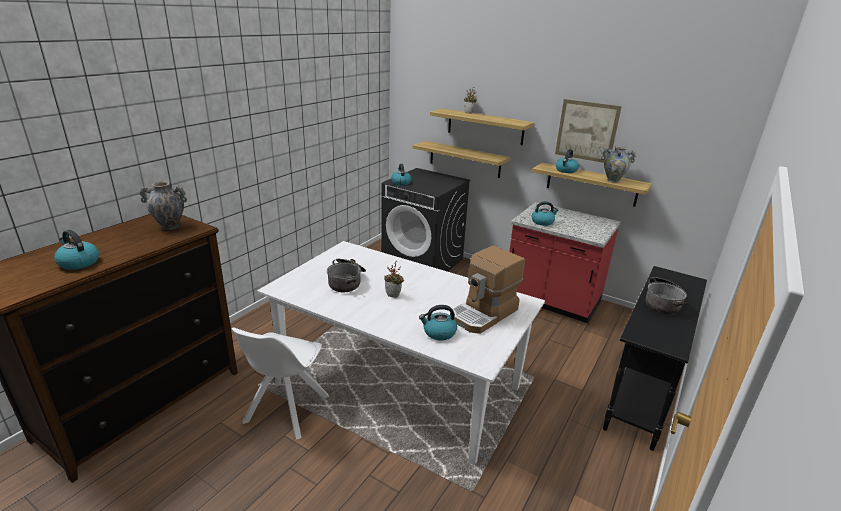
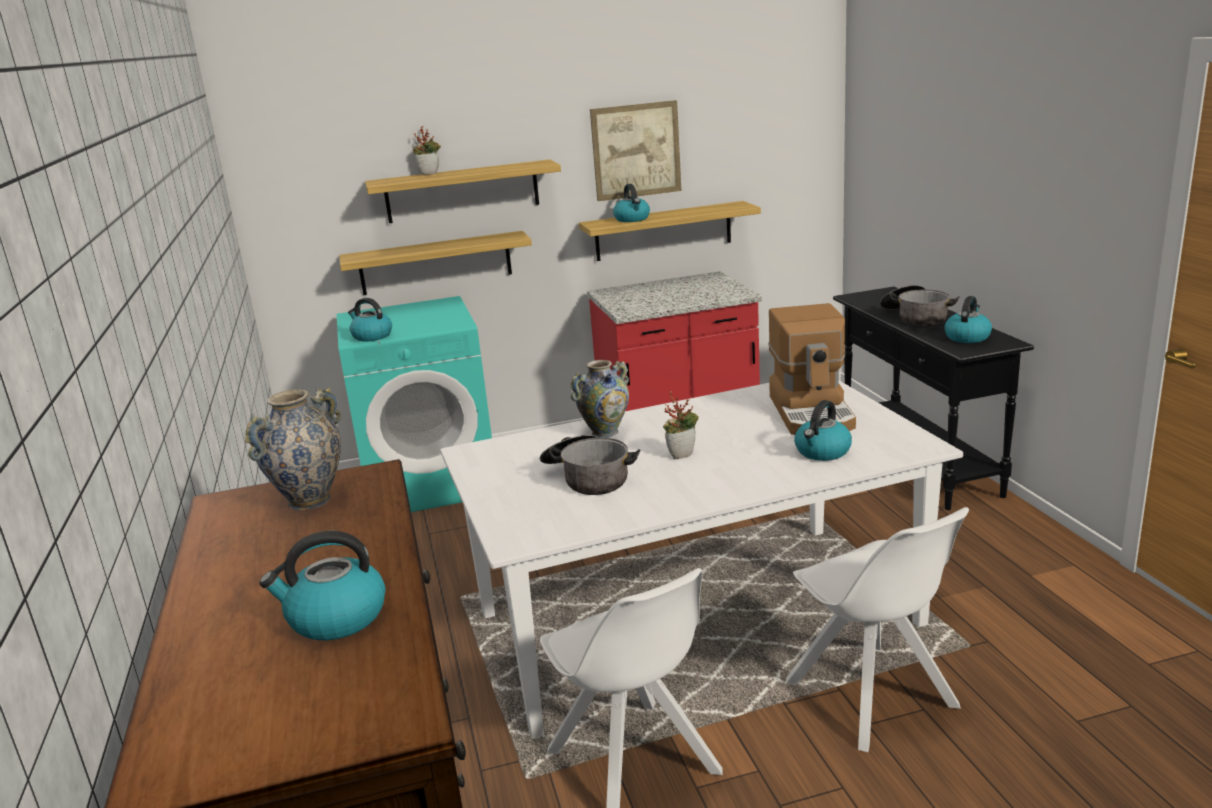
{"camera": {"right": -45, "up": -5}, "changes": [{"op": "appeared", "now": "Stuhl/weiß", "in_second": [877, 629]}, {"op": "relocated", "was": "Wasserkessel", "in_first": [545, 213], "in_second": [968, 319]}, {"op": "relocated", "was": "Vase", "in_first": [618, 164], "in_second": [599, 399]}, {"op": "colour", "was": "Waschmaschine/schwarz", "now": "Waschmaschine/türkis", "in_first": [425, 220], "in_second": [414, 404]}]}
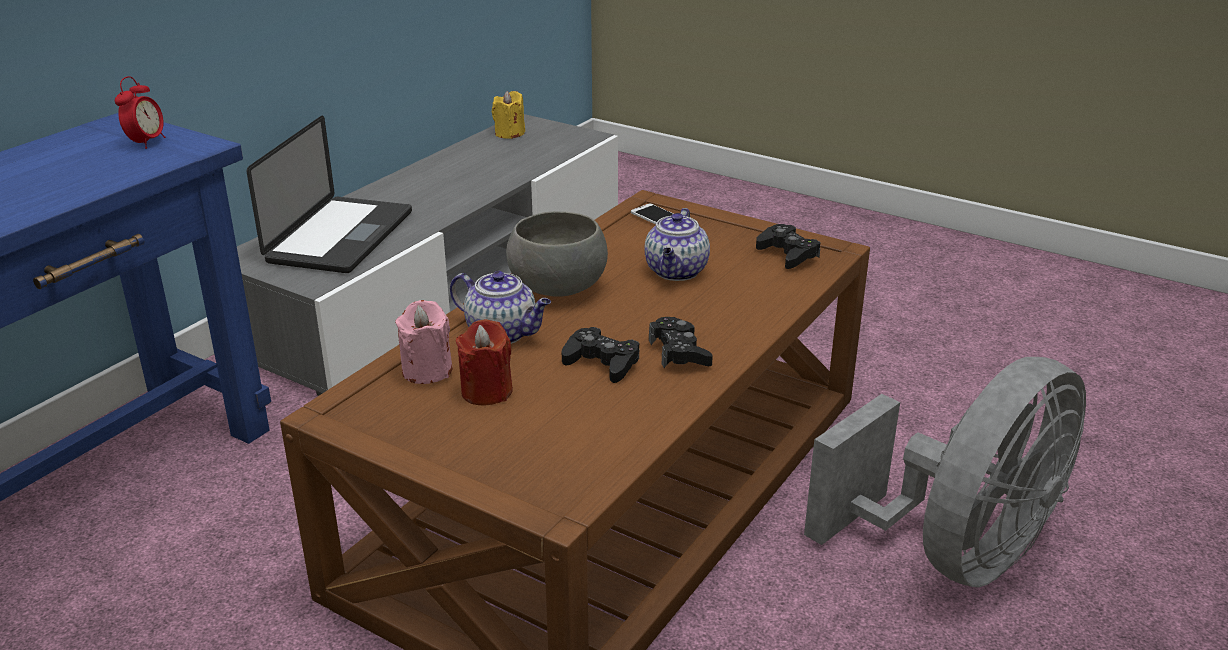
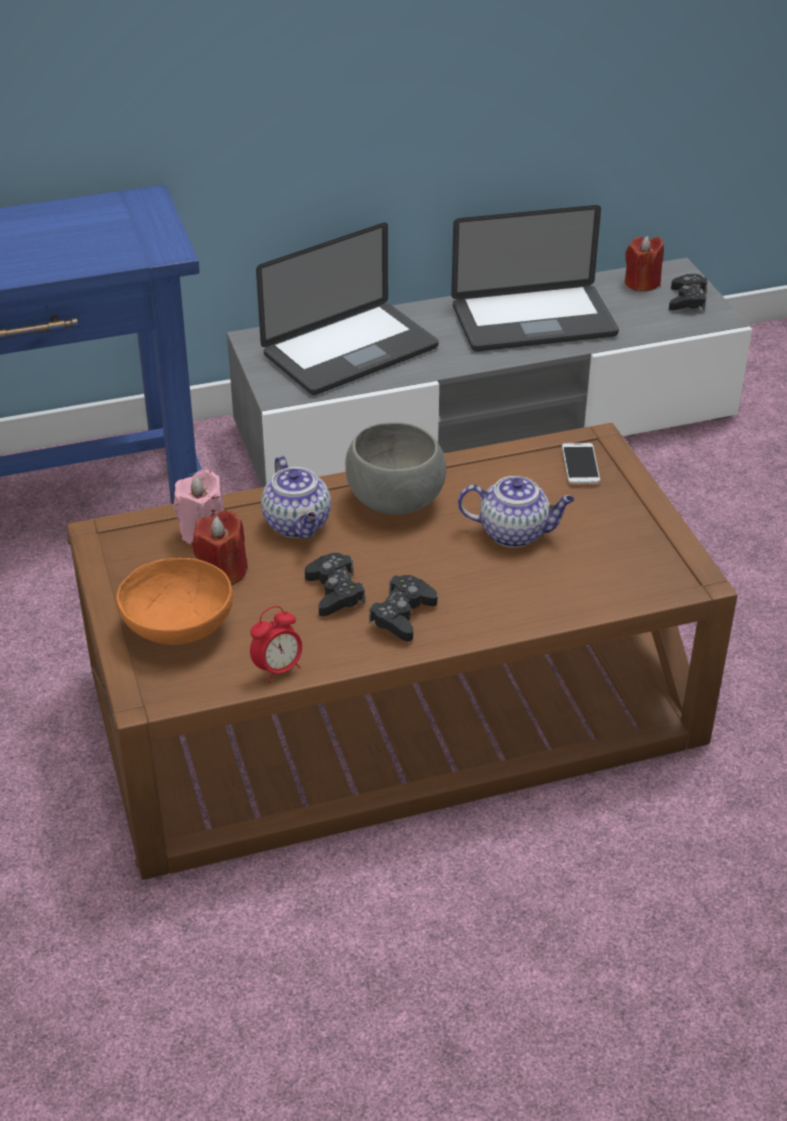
{"camera": {"right": 40, "up": 10}, "changes": [{"op": "missing", "was": "Ventilator/grau", "in_first": [945, 472]}, {"op": "appeared", "now": "Schüssel/orange", "in_second": [174, 601]}, {"op": "appeared", "now": "Laptop", "in_second": [535, 278]}, {"op": "relocated", "was": "Wecker", "in_first": [140, 112], "in_second": [276, 644]}, {"op": "relocated", "was": "Gamepad/schwarz", "in_first": [788, 246], "in_second": [688, 293]}, {"op": "colour", "was": "Kerze/gelb", "now": "Kerze/rot", "in_first": [508, 115], "in_second": [644, 263]}, {"op": "spun", "was": "Teekanne", "in_first": [677, 244], "in_second": [516, 512], "clockwise": -135}]}
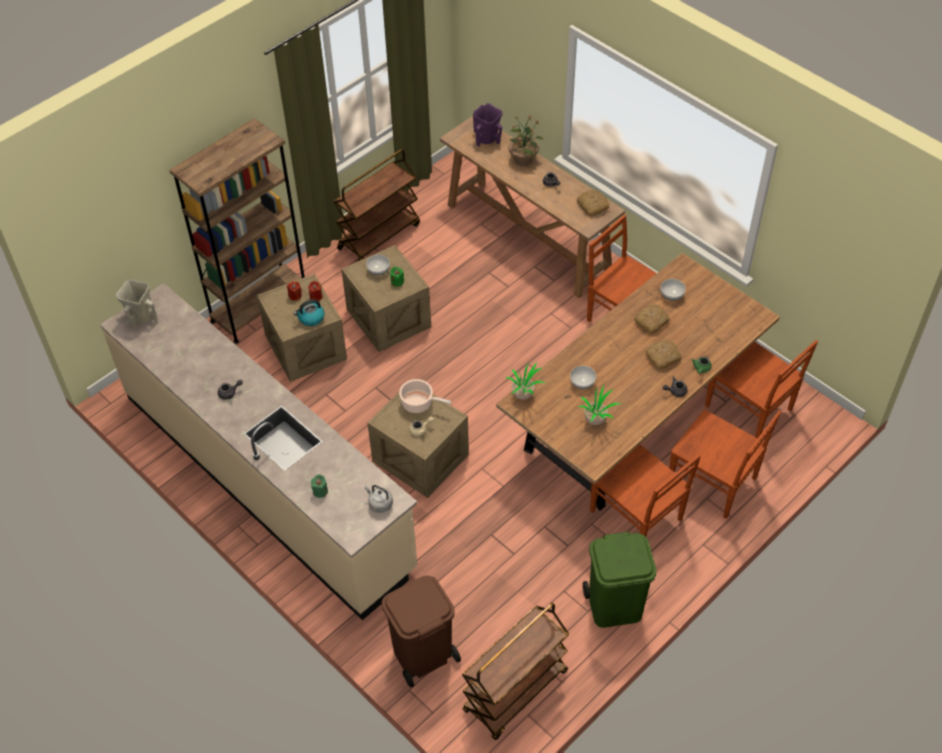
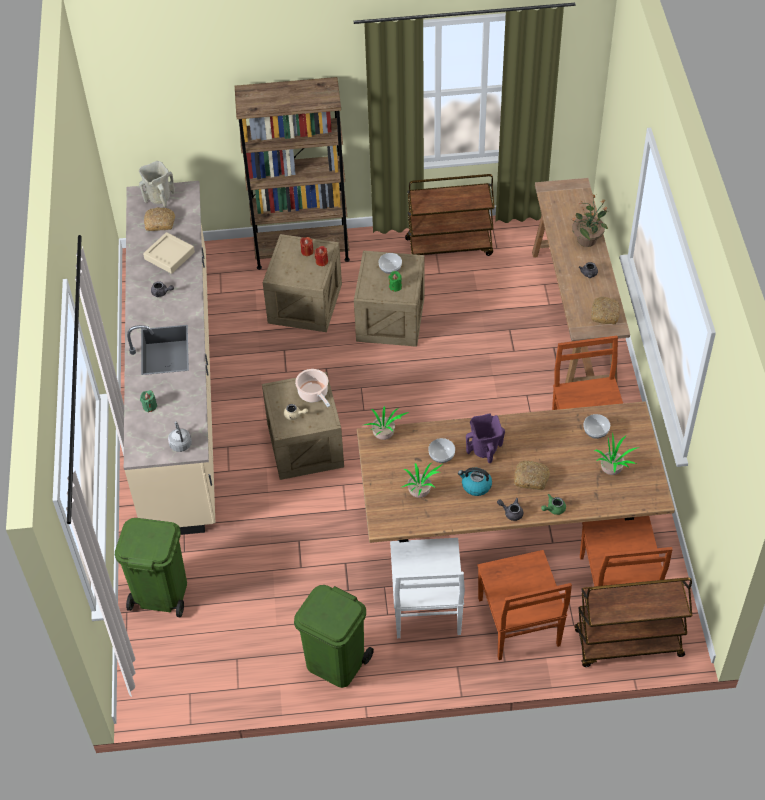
{"camera": {"right": 40, "up": 0}, "changes": [{"op": "appeared", "now": "Tablett/beige", "in_second": [169, 253]}, {"op": "appeared", "now": "Topfpflanze", "in_second": [617, 454]}, {"op": "relocated", "was": "Wasserkessel", "in_first": [308, 312], "in_second": [475, 481]}, {"op": "relocated", "was": "Rollwagen/braun", "in_first": [515, 671], "in_second": [633, 622]}, {"op": "relocated", "was": "Vase/lila", "in_first": [488, 125], "in_second": [485, 438]}, {"op": "relocated", "was": "Brot", "in_first": [652, 319], "in_second": [159, 219]}, {"op": "colour", "was": "Mülleimer/braun", "now": "Mülleimer/grün", "in_first": [421, 631], "in_second": [151, 567]}, {"op": "colour", "was": "Stuhl/braun", "now": "Stuhl/weiß", "in_first": [645, 490], "in_second": [427, 588]}]}
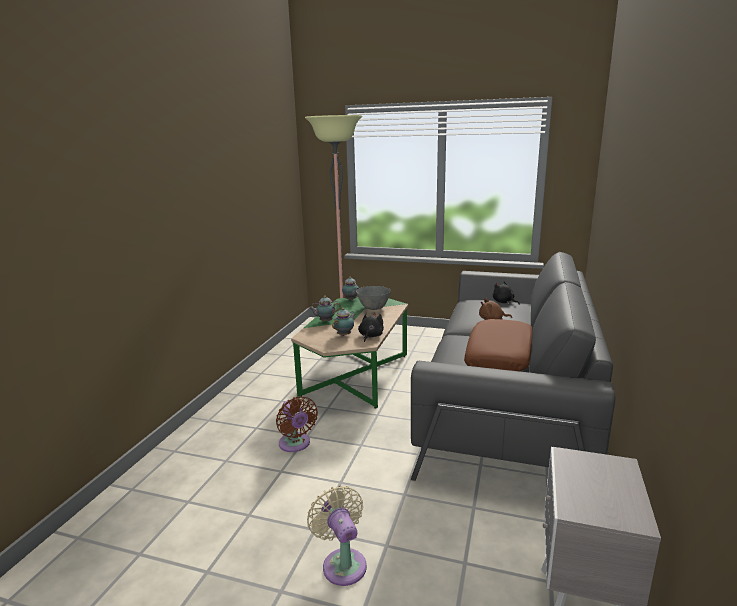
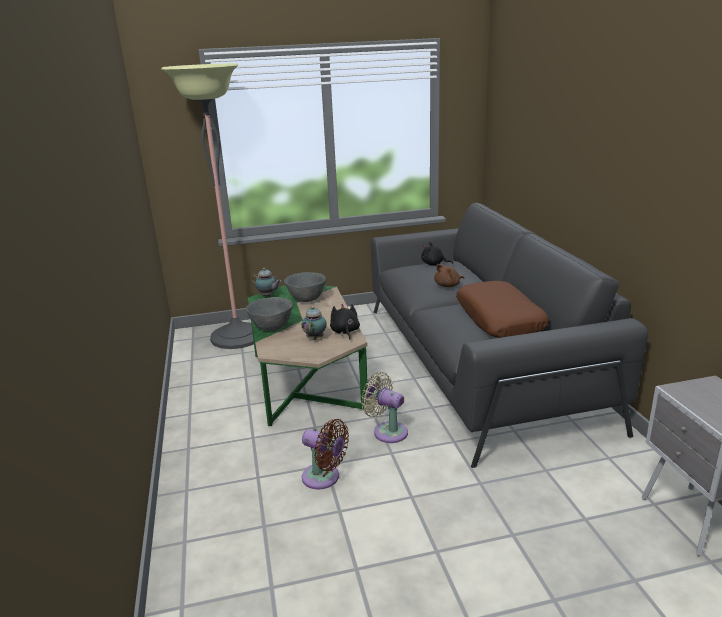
{"camera": {"right": -30, "up": 5}, "changes": [{"op": "relocated", "was": "Ventilator/beige", "in_first": [337, 536], "in_second": [384, 407]}, {"op": "exchanged", "was": "Teekanne", "now": "Schüssel/grau", "in_first": [325, 309], "in_second": [269, 314]}]}
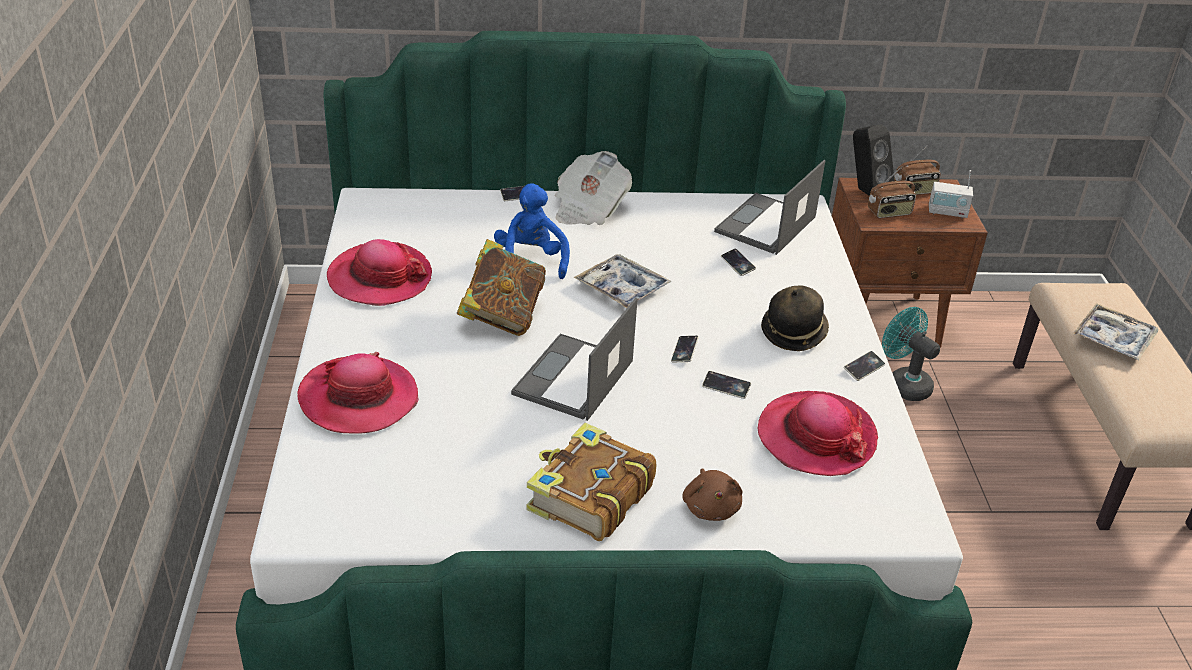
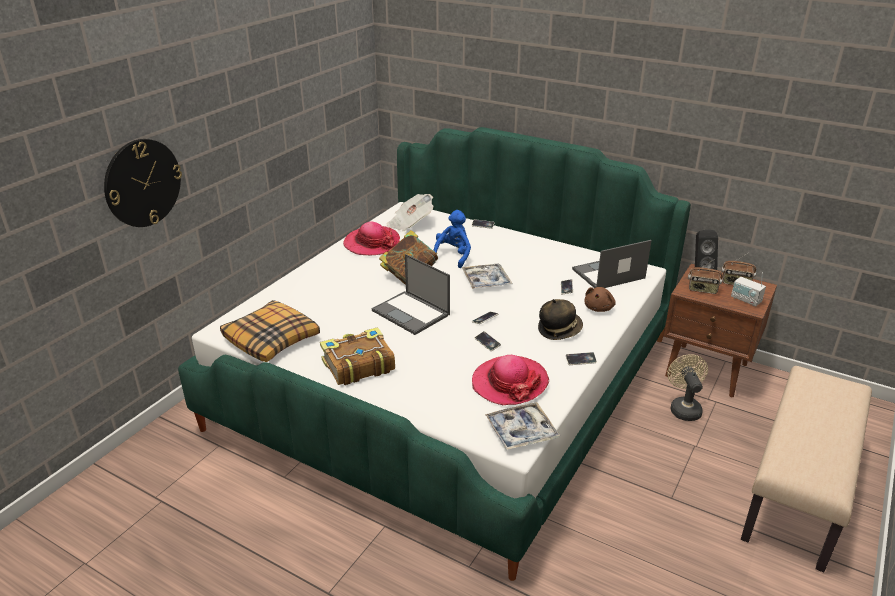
{"camera": {"right": 35, "up": -5}, "changes": [{"op": "missing", "was": "Hut", "in_first": [358, 392]}, {"op": "appeared", "now": "Wanduhr", "in_second": [143, 183]}, {"op": "appeared", "now": "Kissen", "in_second": [270, 331]}, {"op": "relocated", "was": "Zeitung", "in_first": [593, 188], "in_second": [410, 212]}, {"op": "relocated", "was": "Plüschtier/braun", "in_first": [712, 494], "in_second": [600, 299]}, {"op": "relocated", "was": "Tablett", "in_first": [1116, 331], "in_second": [522, 426]}, {"op": "colour", "was": "Ventilator/türkis", "now": "Ventilator/beige", "in_first": [911, 354], "in_second": [687, 387]}, {"op": "spun", "was": "Laptop", "in_first": [574, 359], "in_second": [411, 294], "clockwise": -105}]}
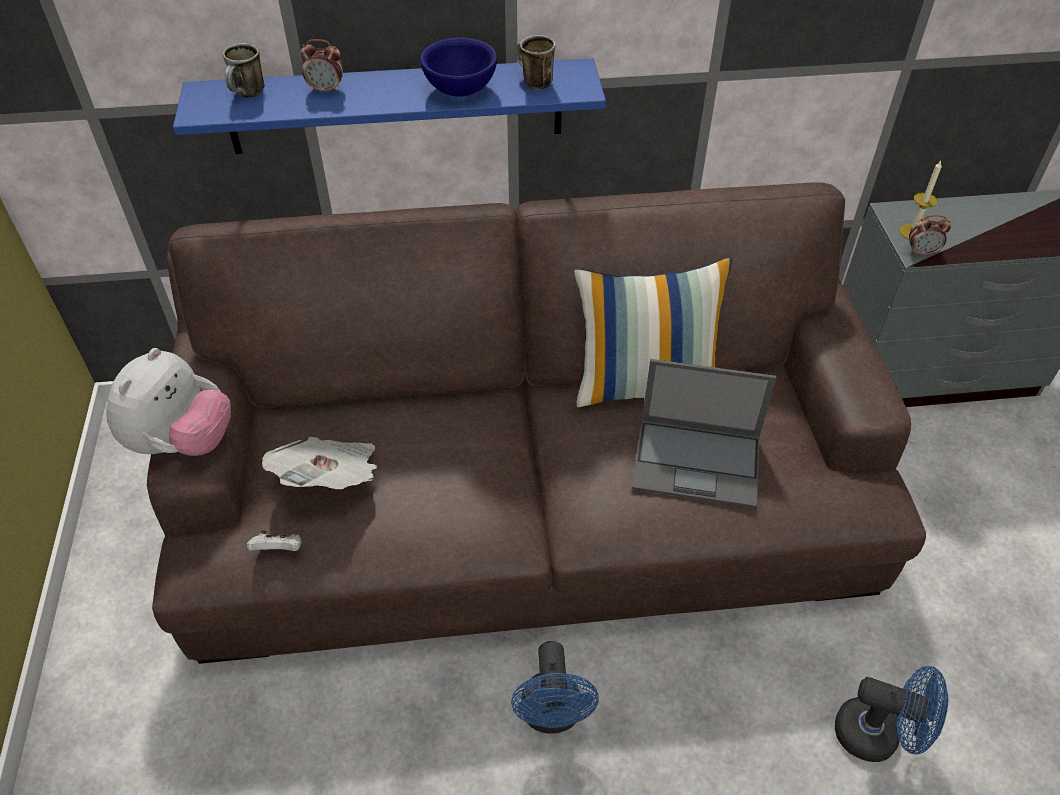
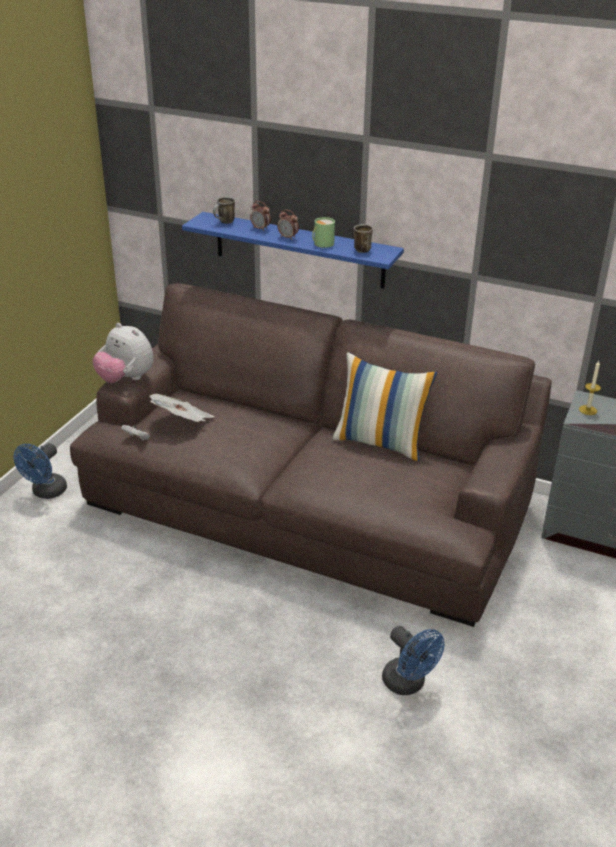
{"camera": {"right": 30, "up": -15}, "changes": [{"op": "missing", "was": "Laptop", "in_first": [704, 433]}, {"op": "relocated", "was": "Ventilator/blau", "in_first": [555, 687], "in_second": [40, 471]}, {"op": "relocated", "was": "Wecker", "in_first": [930, 235], "in_second": [288, 225]}, {"op": "exchanged", "was": "Schüssel/blau", "now": "Henkelbecher/grün", "in_first": [458, 67], "in_second": [323, 232]}, {"op": "spun", "was": "Plüschtier", "in_first": [168, 402], "in_second": [123, 353], "clockwise": 75}]}
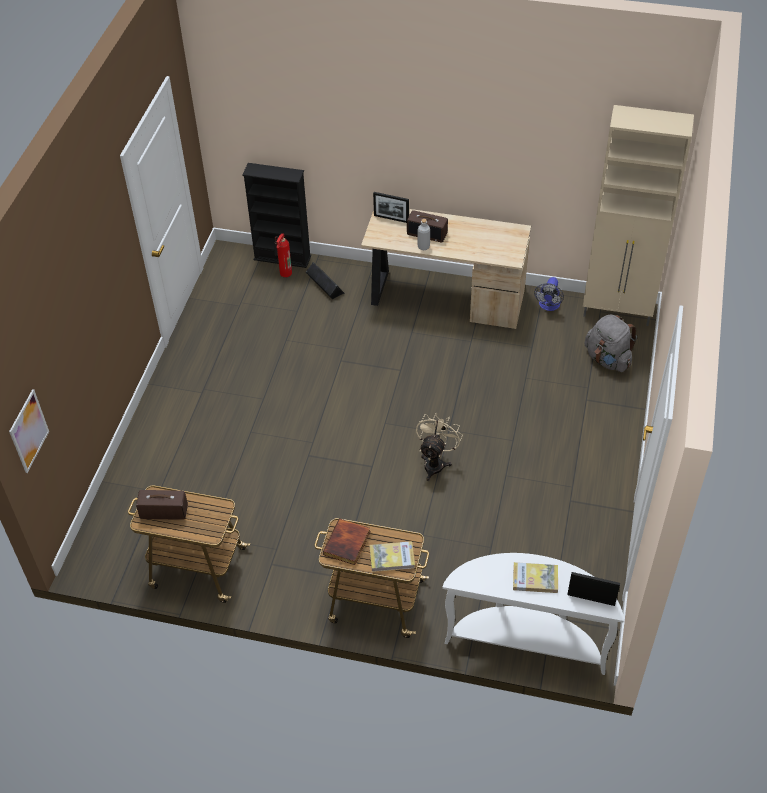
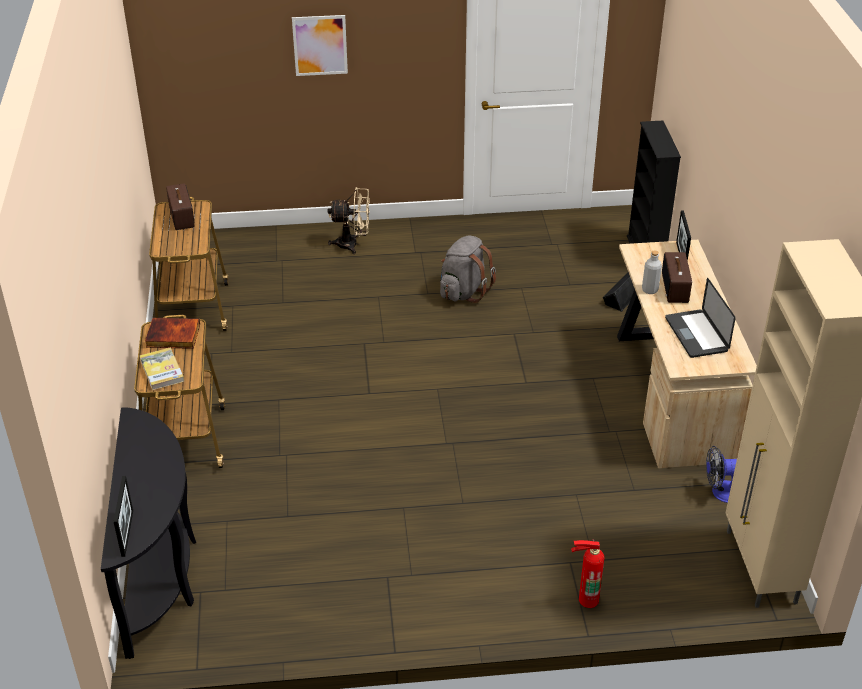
{"camera": {"right": 70, "up": -10}, "changes": [{"op": "missing", "was": "Buch", "in_first": [535, 577]}, {"op": "appeared", "now": "Laptop", "in_second": [700, 318]}, {"op": "relocated", "was": "Bild", "in_first": [29, 431], "in_second": [320, 45]}, {"op": "relocated", "was": "Feuerlöscher", "in_first": [283, 255], "in_second": [587, 573]}, {"op": "relocated", "was": "Ventilator/beige", "in_first": [439, 447], "in_second": [349, 220]}, {"op": "relocated", "was": "Rucksack/grau", "in_first": [611, 343], "in_second": [468, 269]}, {"op": "colour", "was": "Konsolentisch/weiß", "now": "Konsolentisch/schwarz", "in_first": [533, 614], "in_second": [148, 533]}]}
